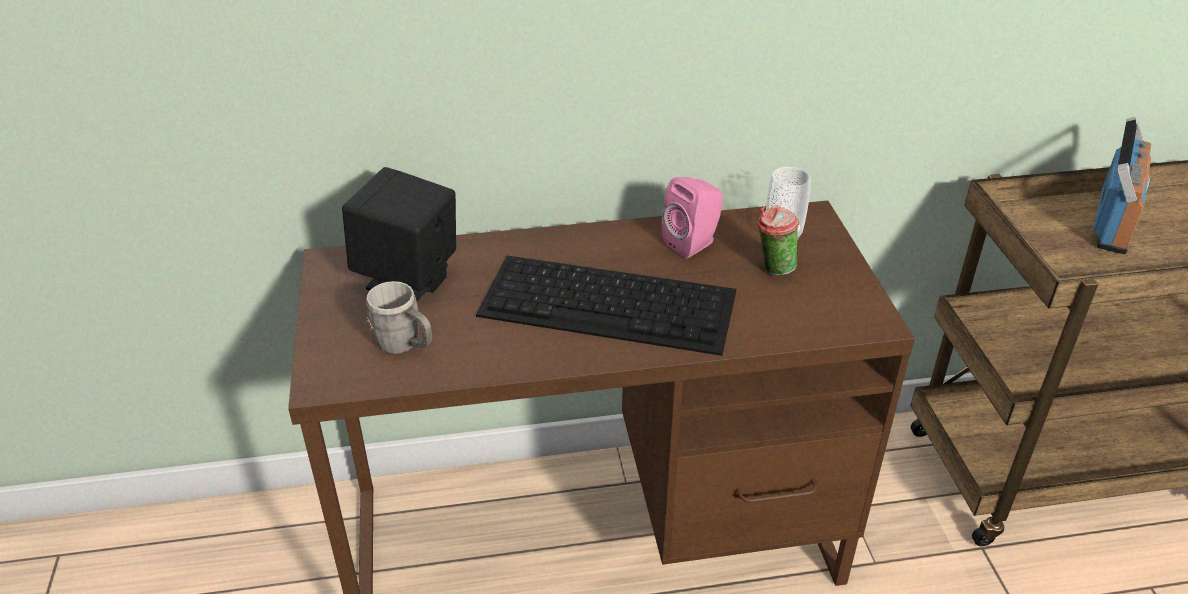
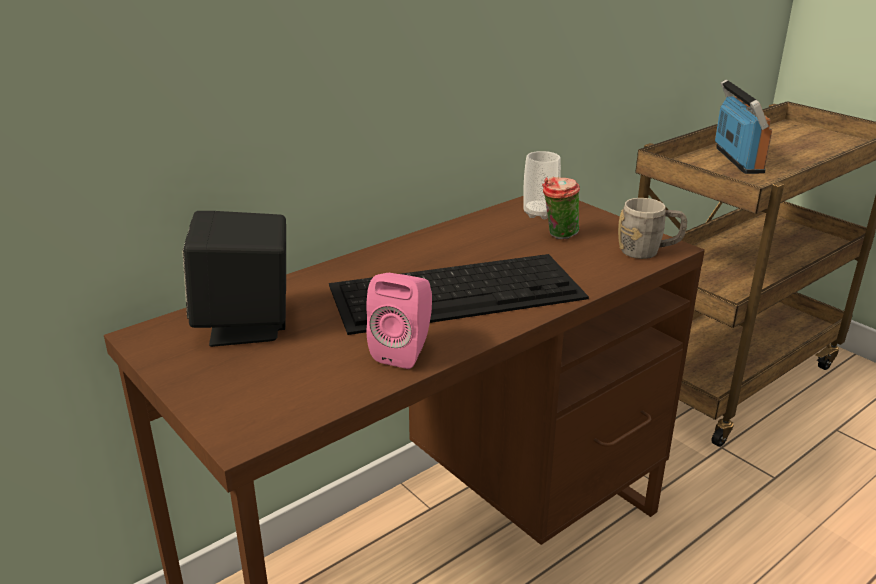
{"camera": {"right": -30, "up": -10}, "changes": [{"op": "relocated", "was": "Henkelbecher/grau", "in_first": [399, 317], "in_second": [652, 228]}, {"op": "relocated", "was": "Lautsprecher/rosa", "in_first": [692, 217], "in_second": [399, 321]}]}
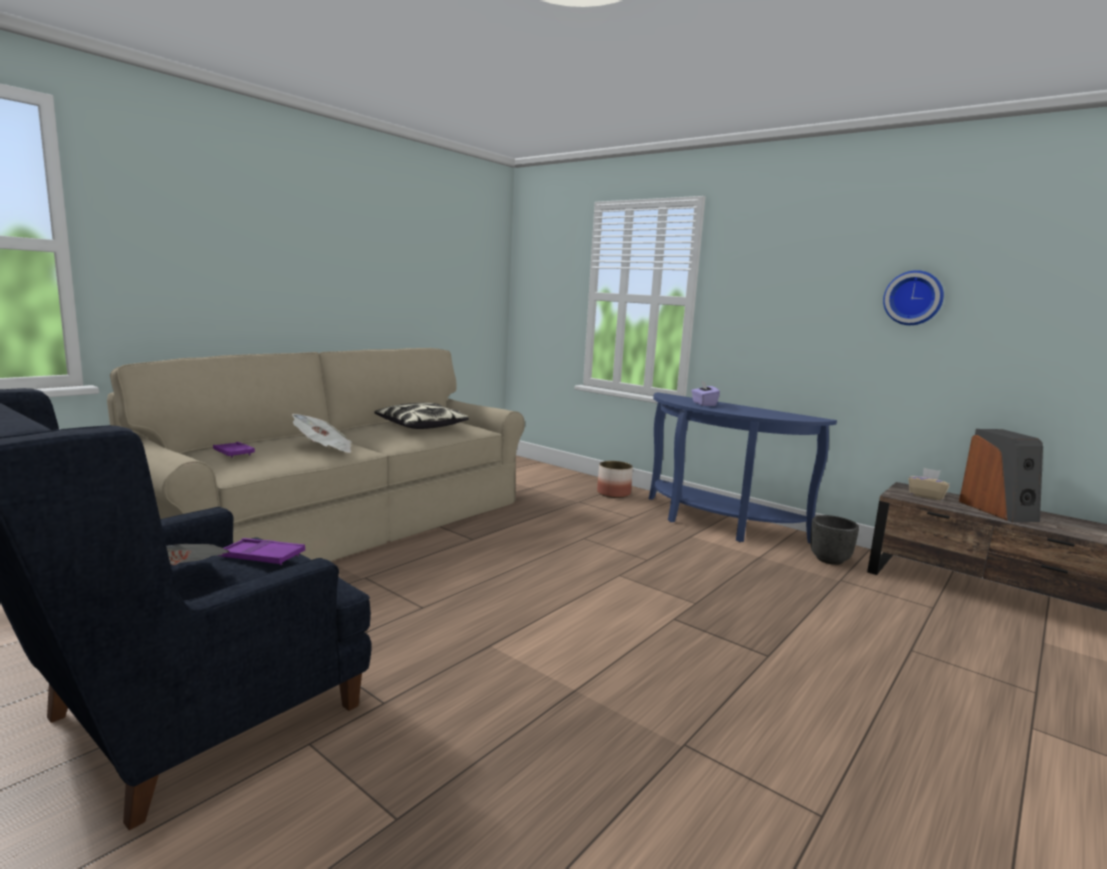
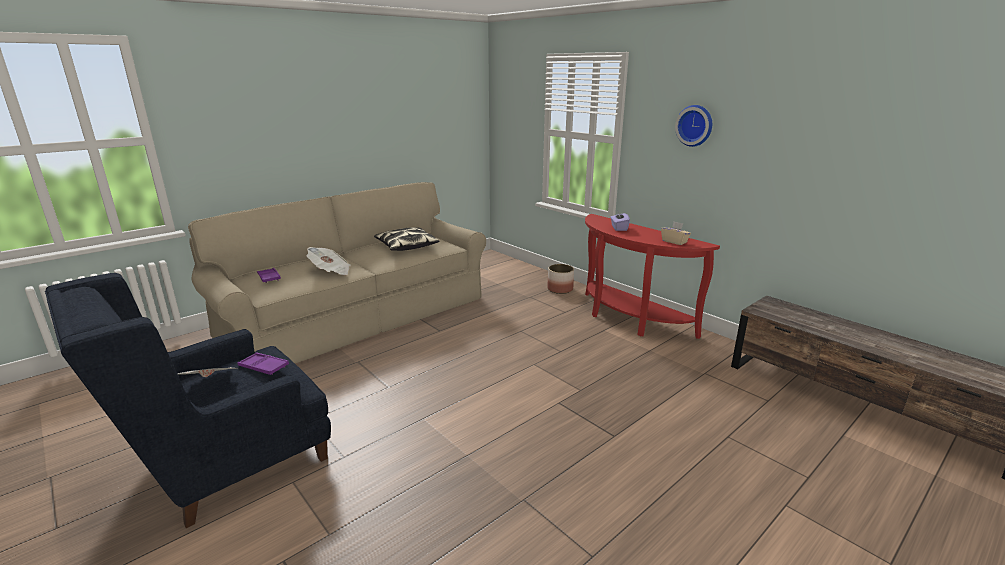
{"camera": {"right": 10, "up": 10}, "changes": [{"op": "missing", "was": "Pflanzkübel/schwarz", "in_first": [834, 540]}, {"op": "missing", "was": "Lautsprecher", "in_first": [1001, 475]}, {"op": "relocated", "was": "Wanduhr", "in_first": [913, 297], "in_second": [693, 126]}, {"op": "relocated", "was": "Taschentuchbox/beige", "in_first": [929, 484], "in_second": [676, 233]}, {"op": "colour", "was": "Konsolentisch/blau", "now": "Konsolentisch/rot", "in_first": [743, 467], "in_second": [652, 276]}]}
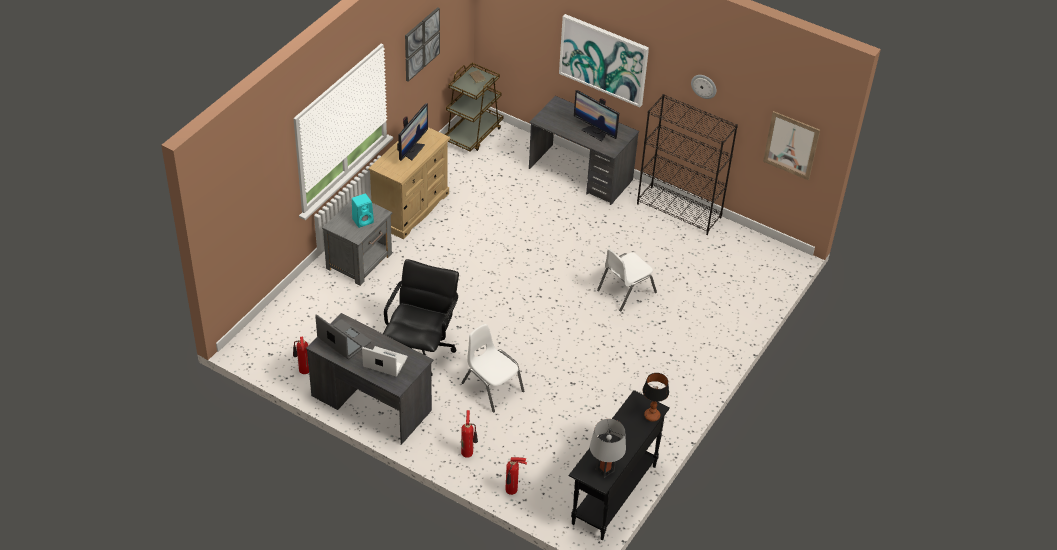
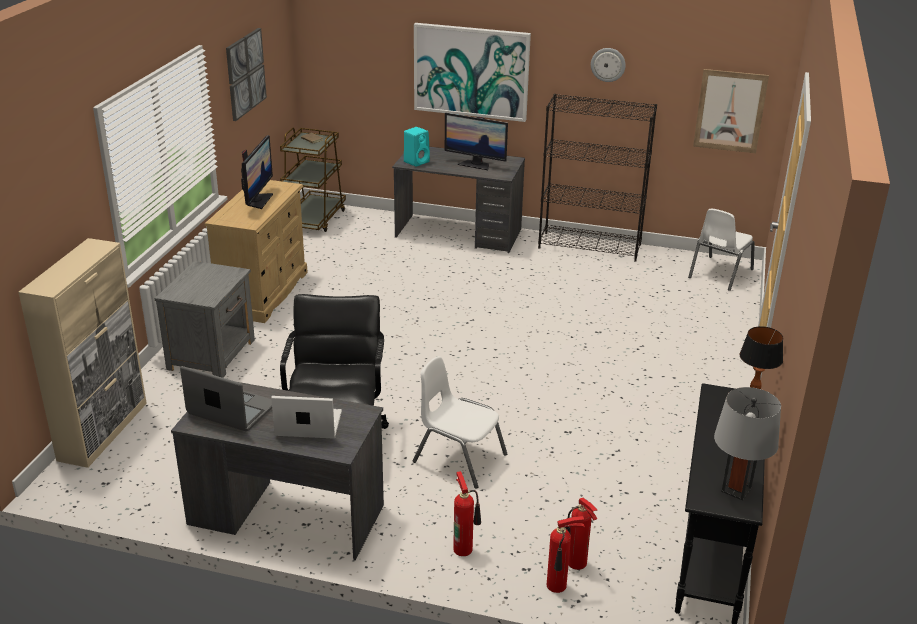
{"camera": {"right": -15, "up": -15}, "changes": [{"op": "appeared", "now": "Schrank/beige", "in_second": [82, 353]}, {"op": "relocated", "was": "Feuerlöscher", "in_first": [301, 355], "in_second": [581, 534]}, {"op": "relocated", "was": "Lautsprecher/türkis", "in_first": [363, 211], "in_second": [417, 147]}, {"op": "relocated", "was": "Stuhl/weiß", "in_first": [627, 280], "in_second": [721, 250]}]}
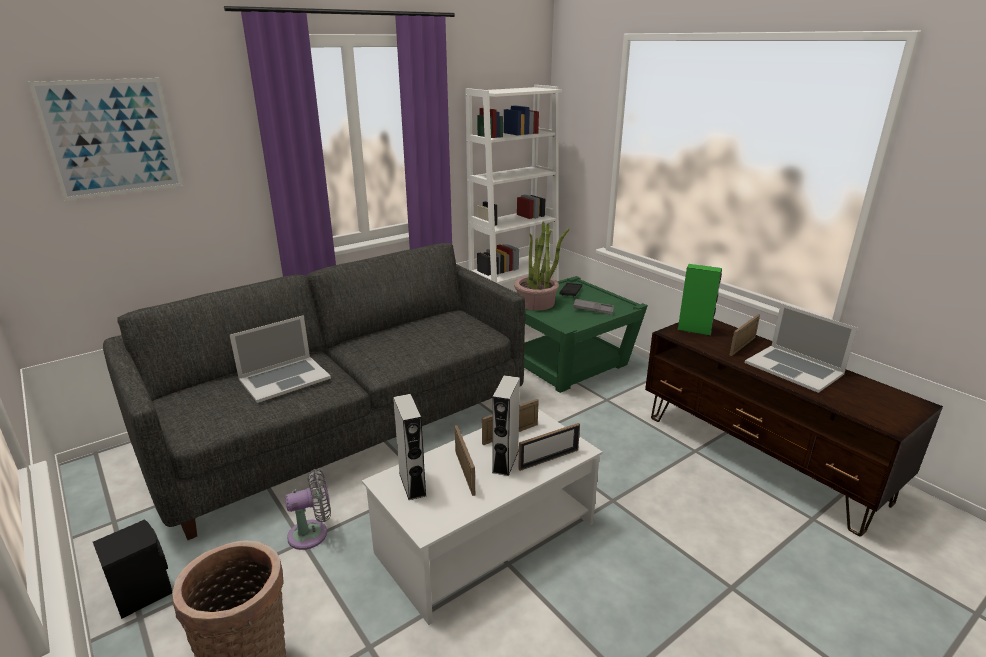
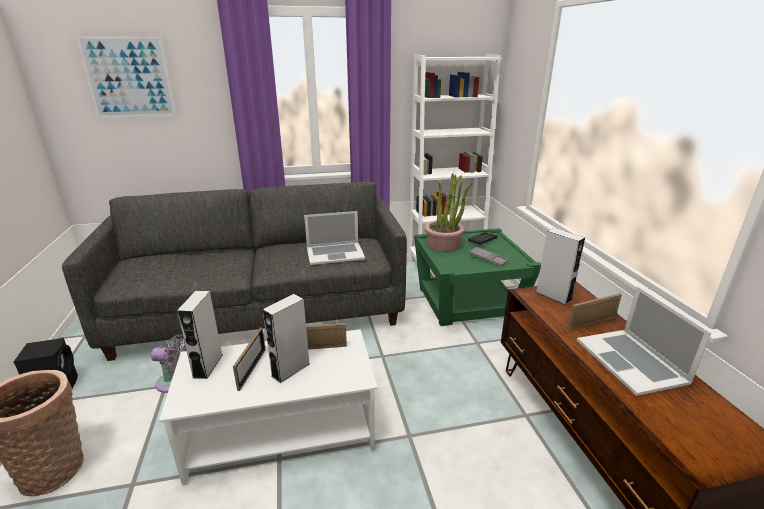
{"camera": {"right": 25, "up": 0}, "changes": [{"op": "missing", "was": "Bilderrahmen", "in_first": [549, 447]}, {"op": "relocated", "was": "Laptop", "in_first": [280, 359], "in_second": [334, 238]}, {"op": "colour", "was": "Lautsprecher/grün", "now": "Lautsprecher/grau", "in_first": [699, 300], "in_second": [560, 266]}]}
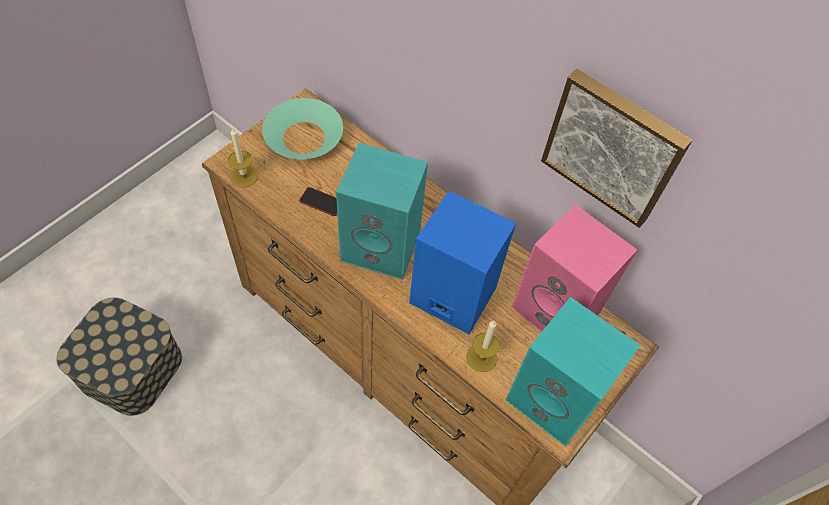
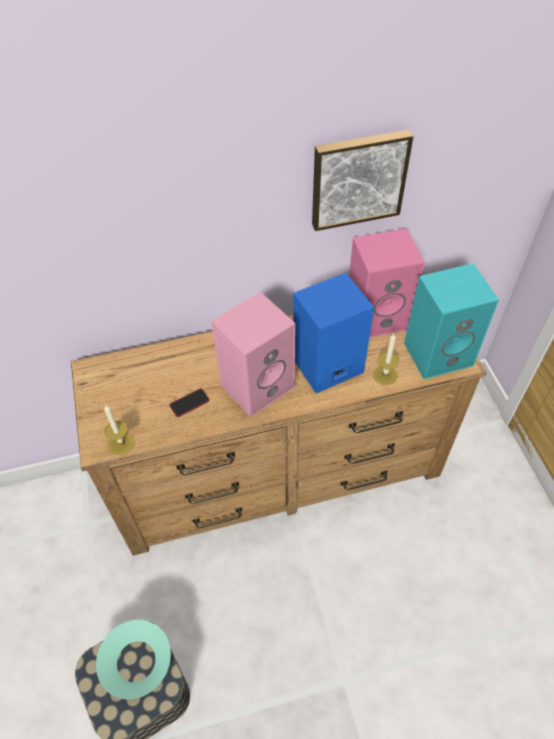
{"camera": {"right": -50, "up": -5}, "changes": [{"op": "relocated", "was": "Schüssel/türkis", "in_first": [302, 129], "in_second": [133, 660]}, {"op": "colour", "was": "Lautsprecher/türkis", "now": "Lautsprecher/rosa", "in_first": [382, 211], "in_second": [253, 354]}]}
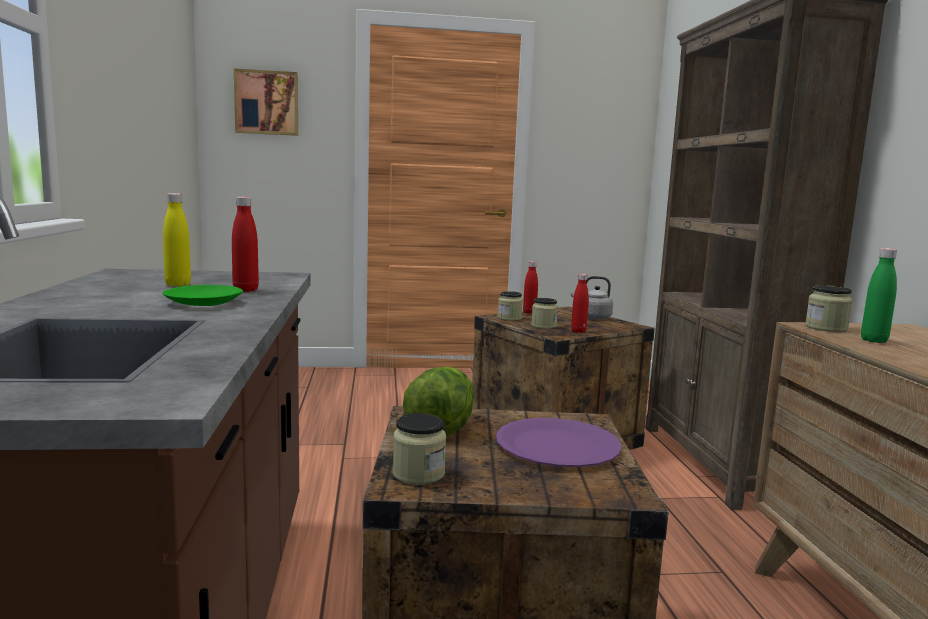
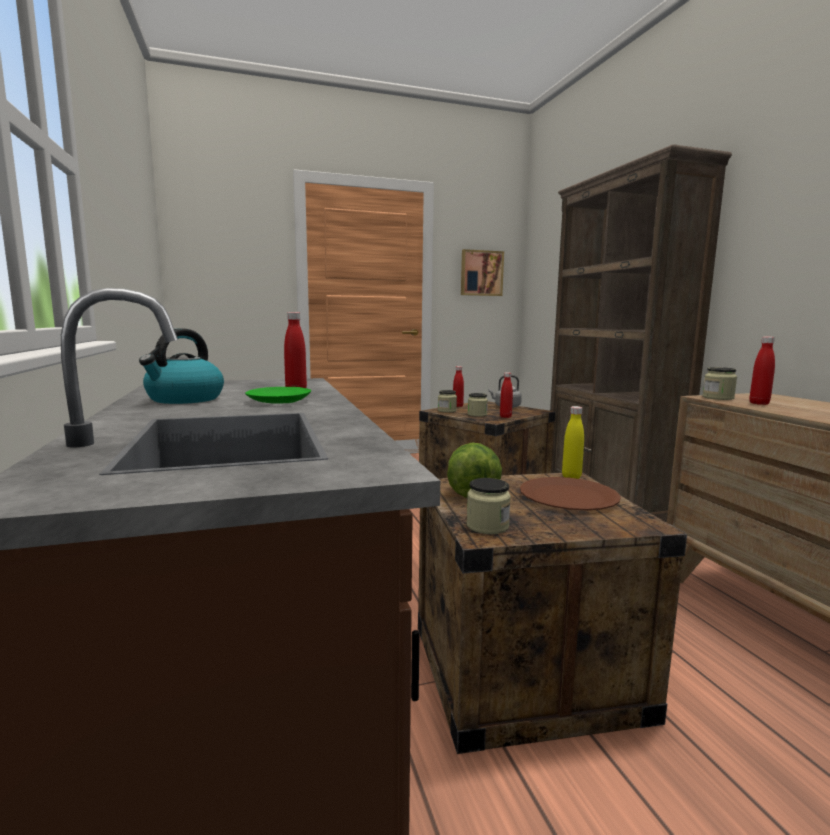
{"camera": {"right": -10, "up": 0}, "changes": [{"op": "appeared", "now": "Wasserkessel", "in_second": [181, 366]}, {"op": "relocated", "was": "Flasche/gelb", "in_first": [177, 239], "in_second": [573, 442]}, {"op": "relocated", "was": "Bild", "in_first": [266, 102], "in_second": [482, 272]}, {"op": "colour", "was": "Teller/lila", "now": "Teller/braun", "in_first": [559, 442], "in_second": [570, 494]}, {"op": "colour", "was": "Flasche/grün", "now": "Flasche/rot", "in_first": [879, 295], "in_second": [762, 371]}]}
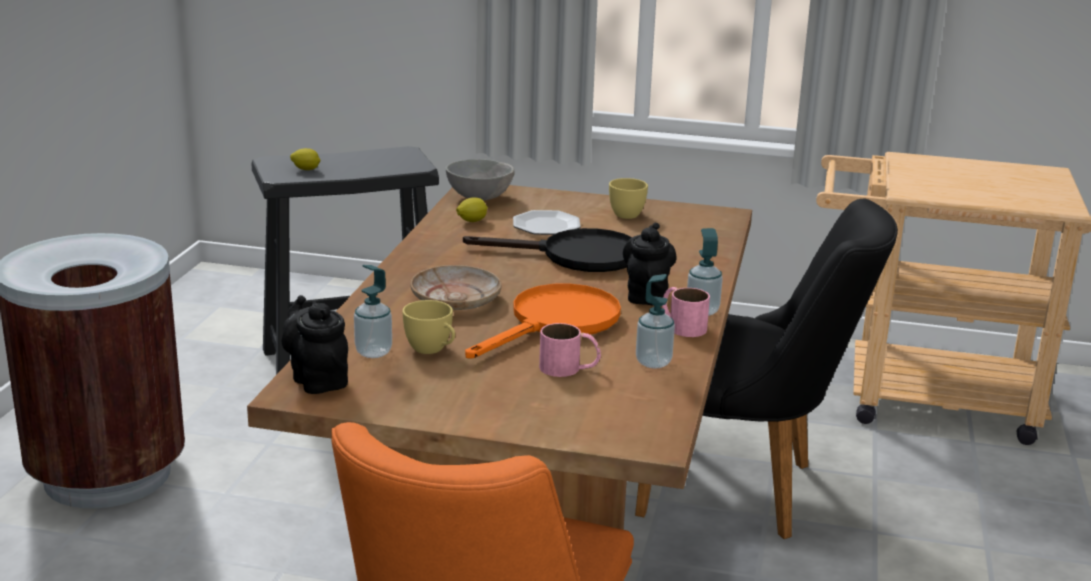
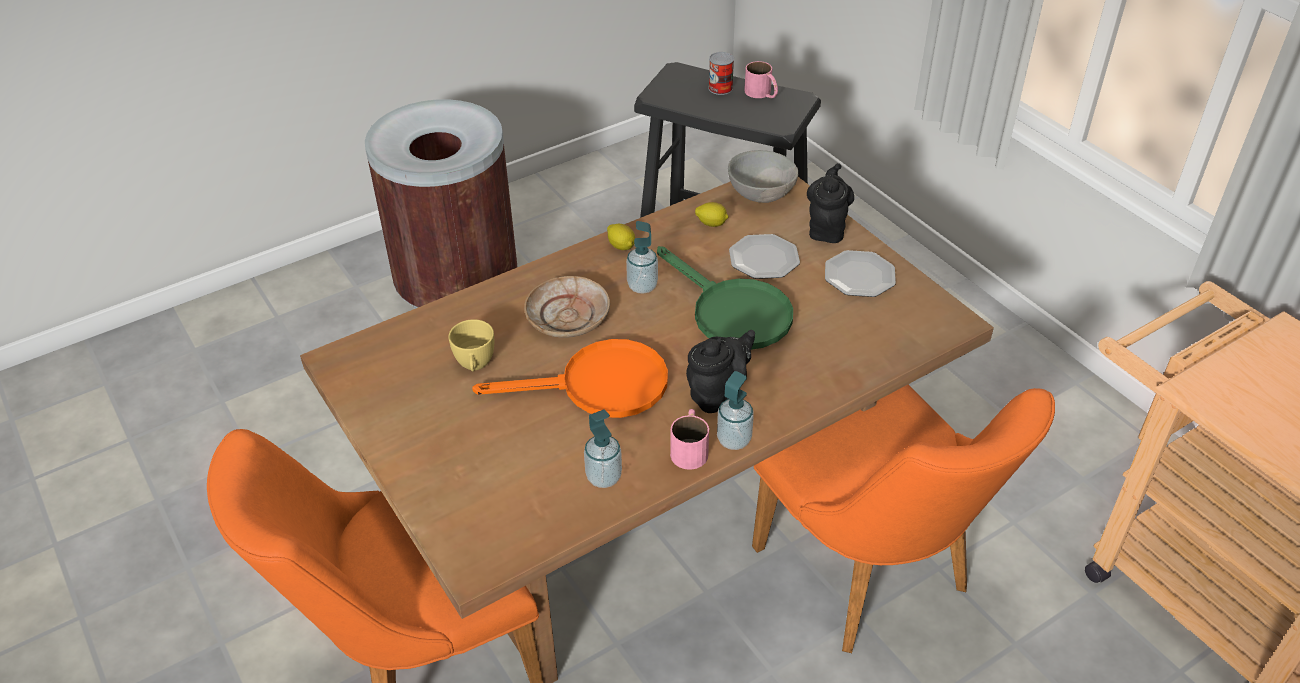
{"camera": {"right": 45, "up": 20}, "changes": [{"op": "appeared", "now": "Dose", "in_second": [721, 73]}, {"op": "relocated", "was": "Teekanne/schwarz", "in_first": [314, 344], "in_second": [830, 203]}, {"op": "relocated", "was": "Zitrone", "in_first": [305, 159], "in_second": [621, 237]}, {"op": "relocated", "was": "Seifenspender", "in_first": [373, 311], "in_second": [642, 257]}, {"op": "relocated", "was": "Henkelbecher/rosa", "in_first": [570, 350], "in_second": [761, 79]}, {"op": "exchanged", "was": "Tasse/gelb", "now": "Teller", "in_first": [628, 198], "in_second": [860, 273]}, {"op": "colour", "was": "Pfanne/schwarz", "now": "Pfanne/grün", "in_first": [547, 250], "in_second": [725, 298]}, {"op": "colour", "was": "Stuhl/schwarz", "now": "Stuhl/orange", "in_first": [766, 369], "in_second": [903, 518]}]}
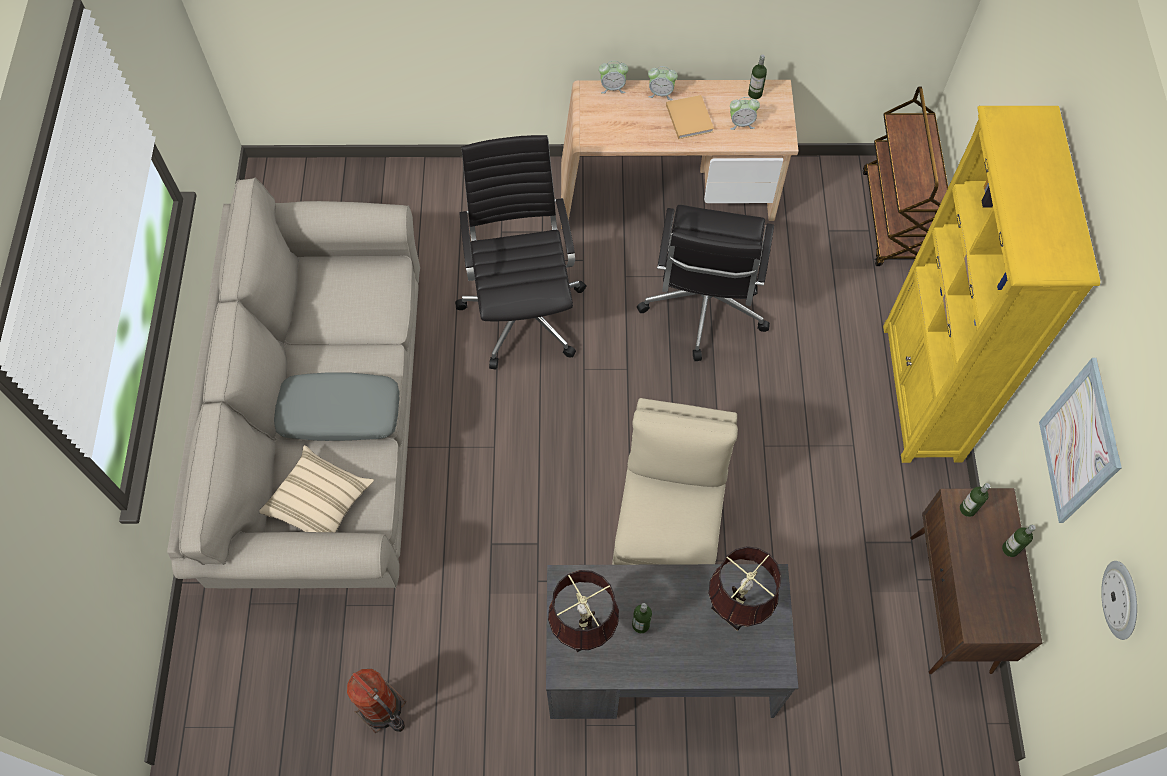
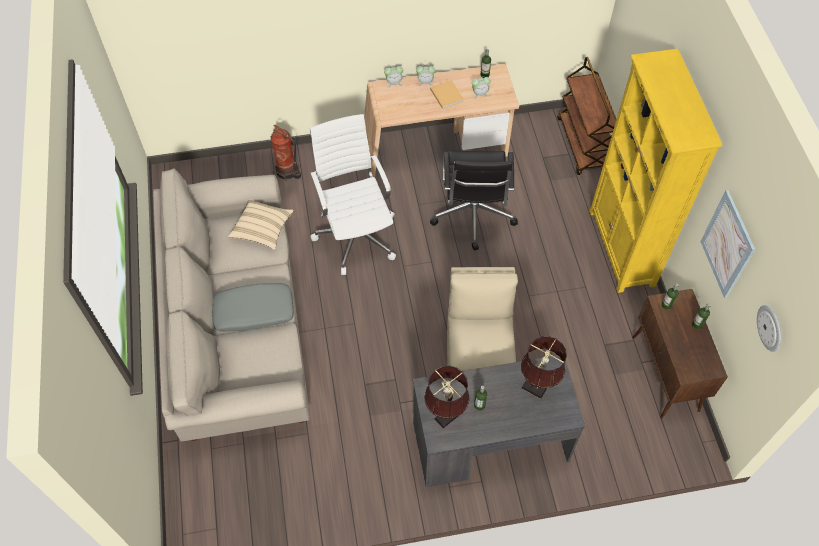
{"camera": {"right": -10, "up": -5}, "changes": [{"op": "relocated", "was": "Kissen/beige", "in_first": [317, 488], "in_second": [261, 224]}, {"op": "relocated", "was": "Feuerlöscher", "in_first": [376, 701], "in_second": [286, 153]}, {"op": "colour", "was": "Bürostuhl/schwarz", "now": "Bürostuhl/weiß", "in_first": [521, 252], "in_second": [353, 194]}]}
